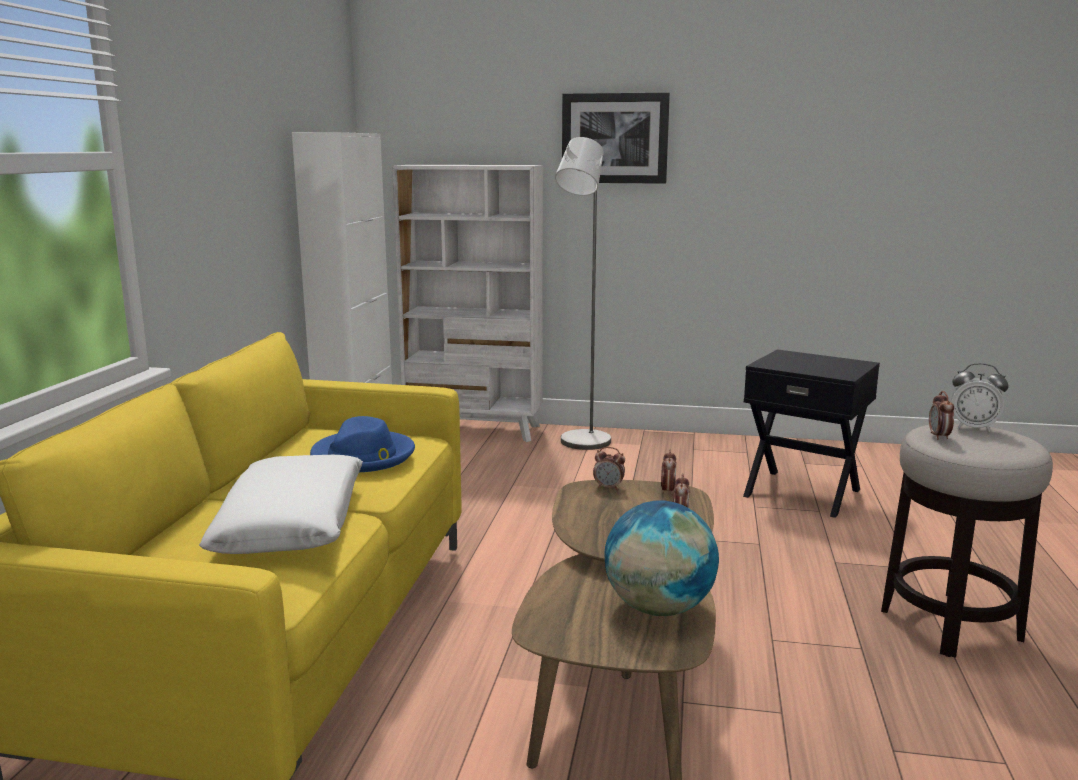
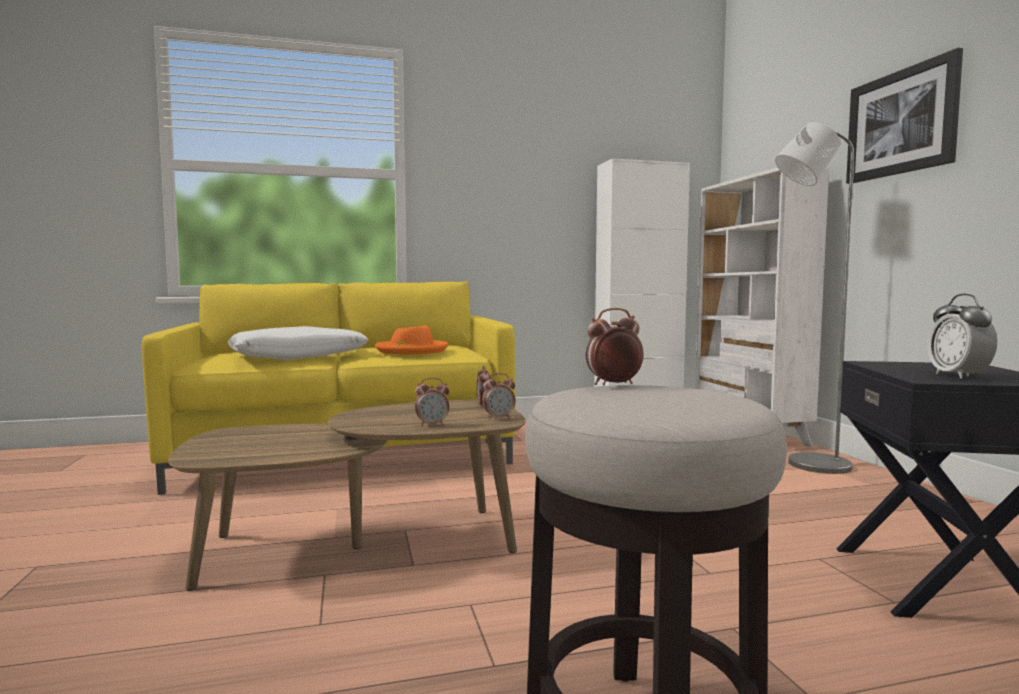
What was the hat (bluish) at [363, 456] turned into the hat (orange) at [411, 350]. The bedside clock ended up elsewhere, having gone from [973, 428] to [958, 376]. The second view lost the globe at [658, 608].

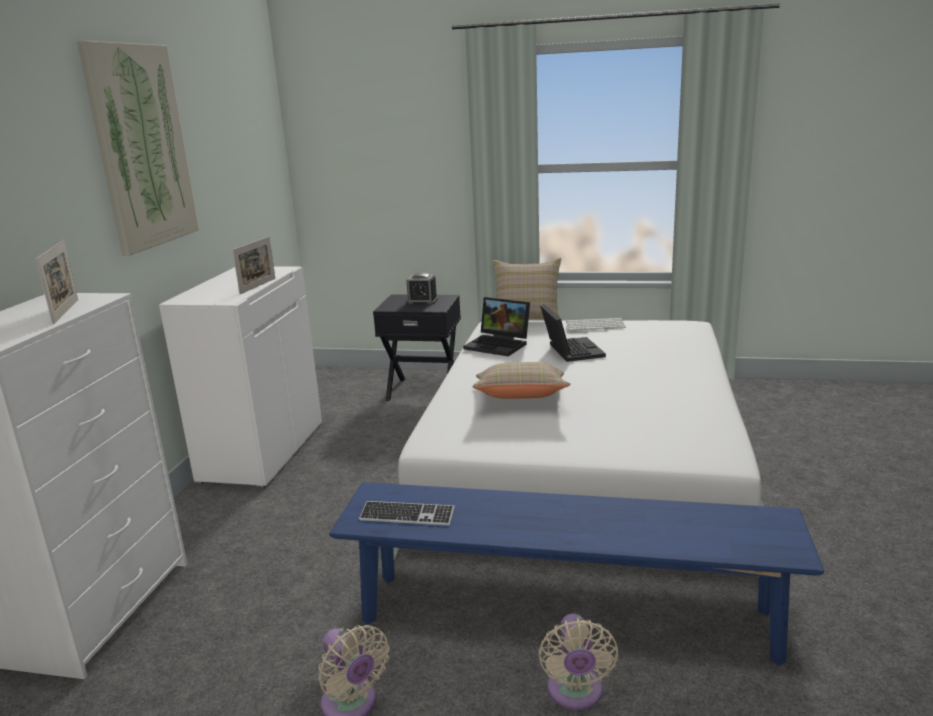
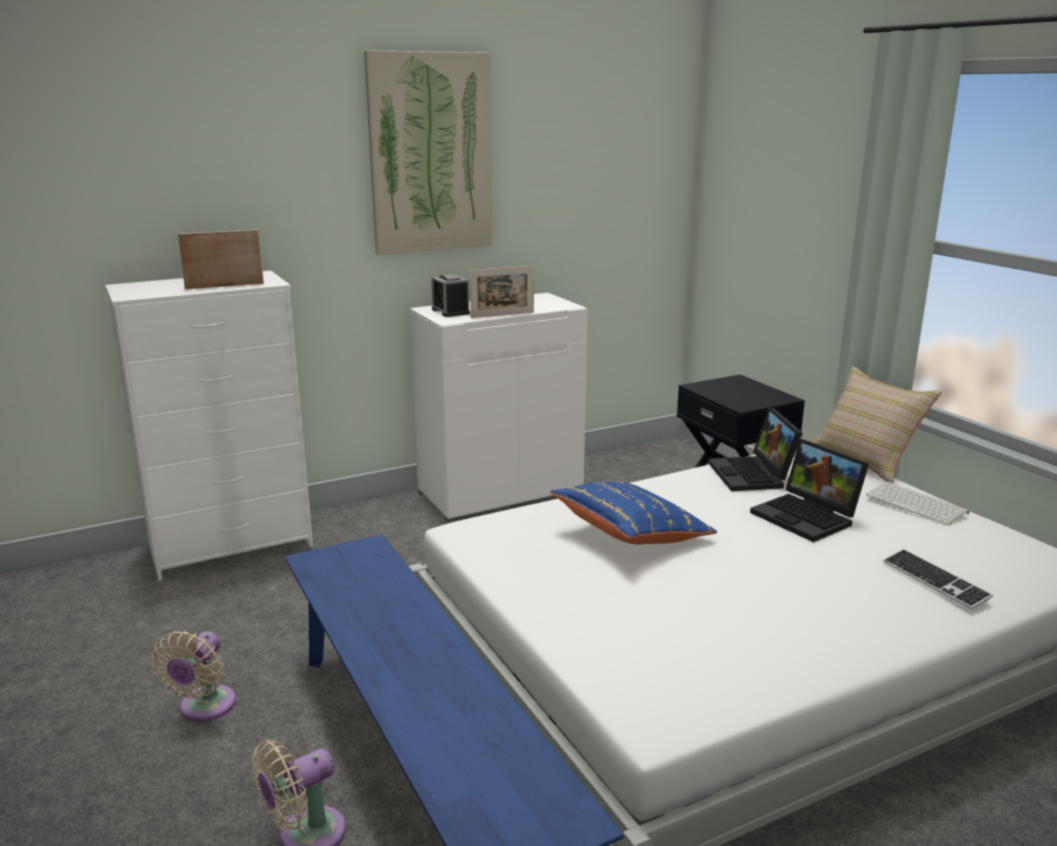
The photo frame at [66, 311] ended up facing another way, 150 degrees counterclockwise from before. The bedside clock ended up elsewhere, having gone from [422, 301] to [450, 311]. What was the cushion (beige) at [521, 398] turned into the cushion (bluish) at [630, 536]. The laptop at [570, 350] ended up facing another way, 105 degrees clockwise from before. The PC keyboard ended up elsewhere, having gone from [407, 515] to [935, 581].

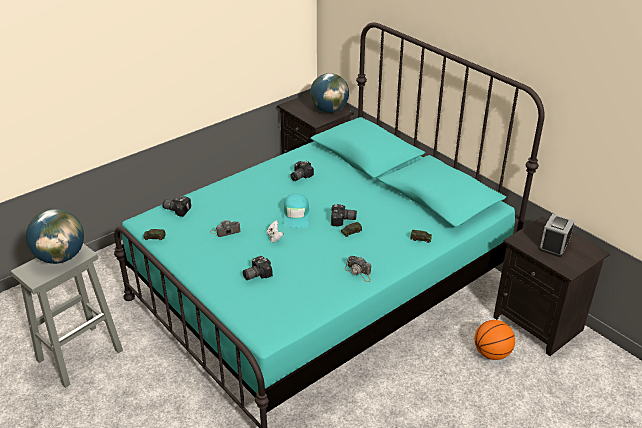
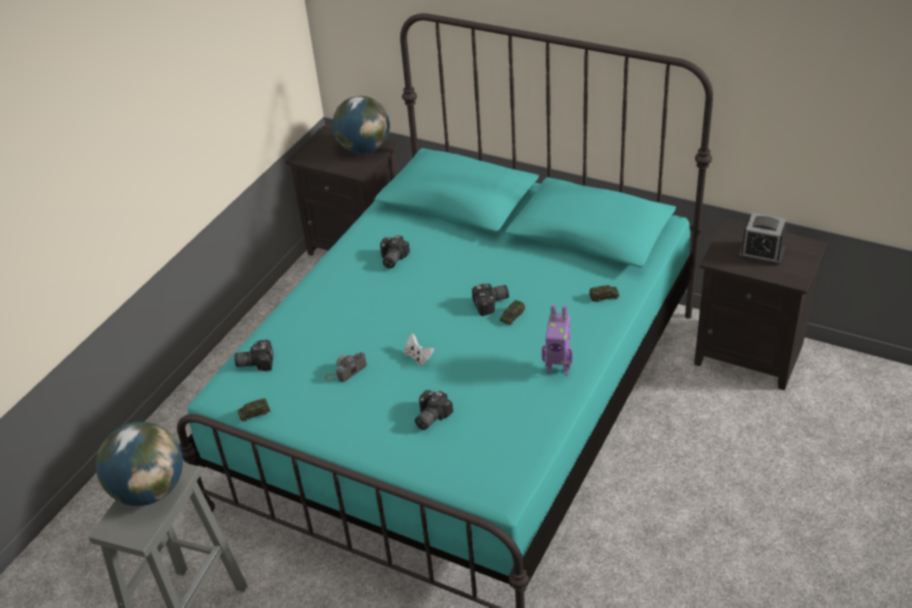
Where the still camera stood at [359, 272], the toy robot came to stand at [558, 368]. The bedside clock at [554, 245] ended up facing another way, 75 degrees counterclockwise from before. The second view lost the baseball cap (turquoise-coloured) at [296, 215]. The second view lost the basketball at [492, 353].

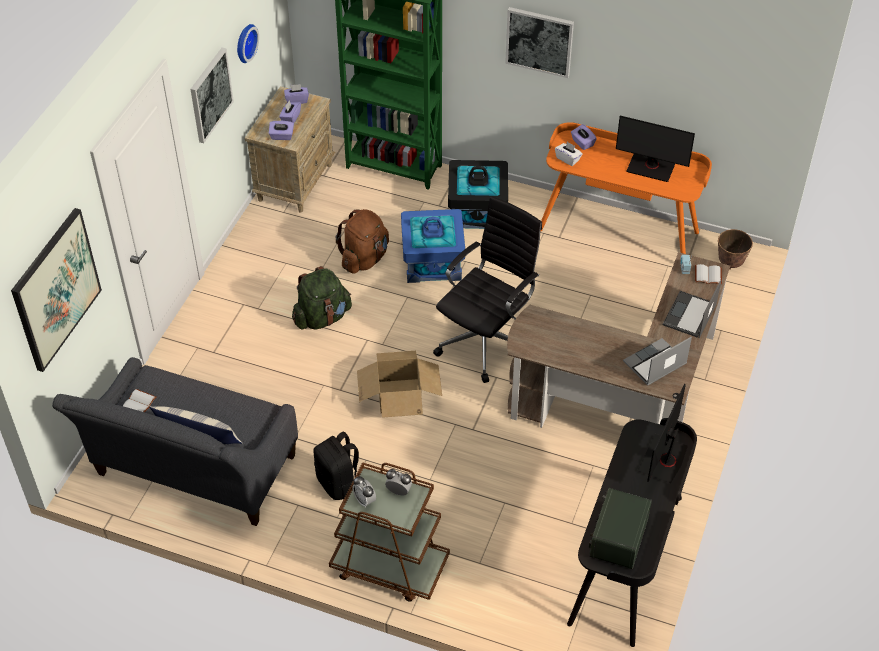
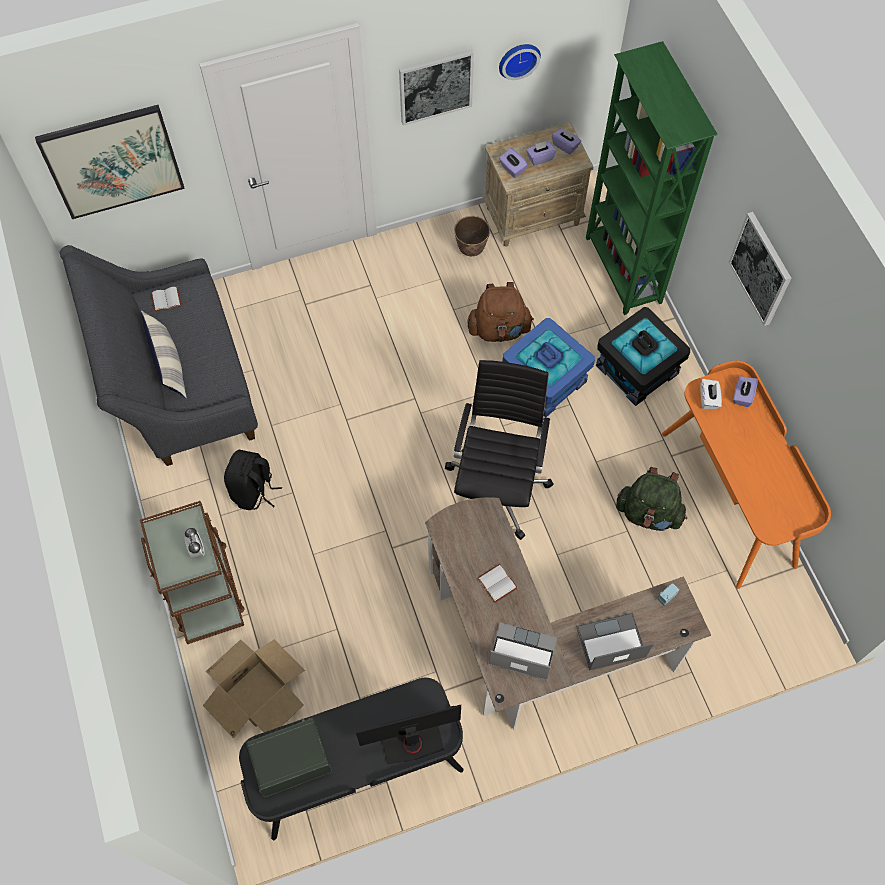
The cardboard box ended up elsewhere, having gone from [399, 396] to [257, 694]. The desk chair (blackish) at [487, 340] ended up facing another way, 75 degrees counterclockwise from before. The plant pot ended up elsewhere, having gone from [730, 263] to [471, 249]. The book (white) ended up elsewhere, having gone from [708, 274] to [498, 583]. The rucksack (green) ended up elsewhere, having gone from [322, 317] to [648, 513]. The second view lost the bedside clock at [364, 500]. The second view lost the monitor at [651, 167].

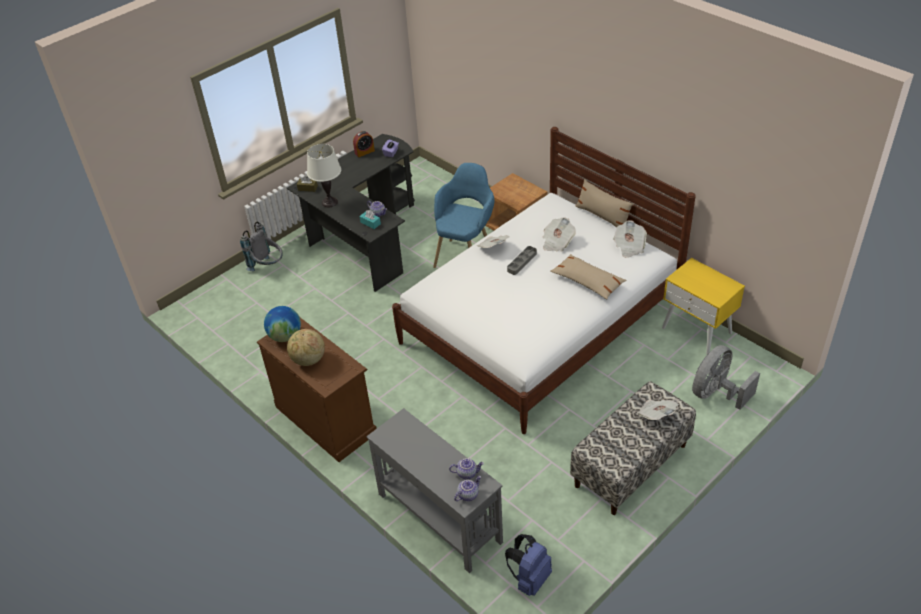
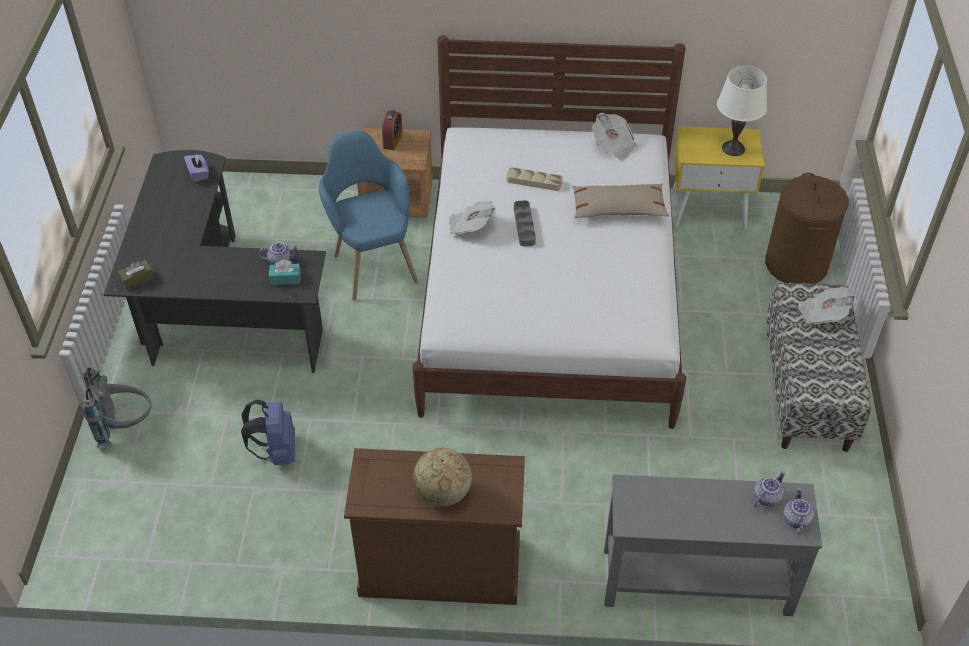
The rucksack (bluish) ended up elsewhere, having gone from [529, 579] to [276, 451]. The bedside clock ended up elsewhere, having gone from [364, 152] to [392, 140]. Where the newspaper stood at [557, 242], the serving tray (beige) came to stand at [534, 181]. The lamp for a table (white) ended up elsewhere, having gone from [329, 202] to [733, 148]. Where the cooling fan (gray) stood at [716, 393], the hamper (brown-coloured) came to stand at [796, 264]. The second view lost the globe at [285, 336]. The second view lost the cushion (beige) at [603, 217].

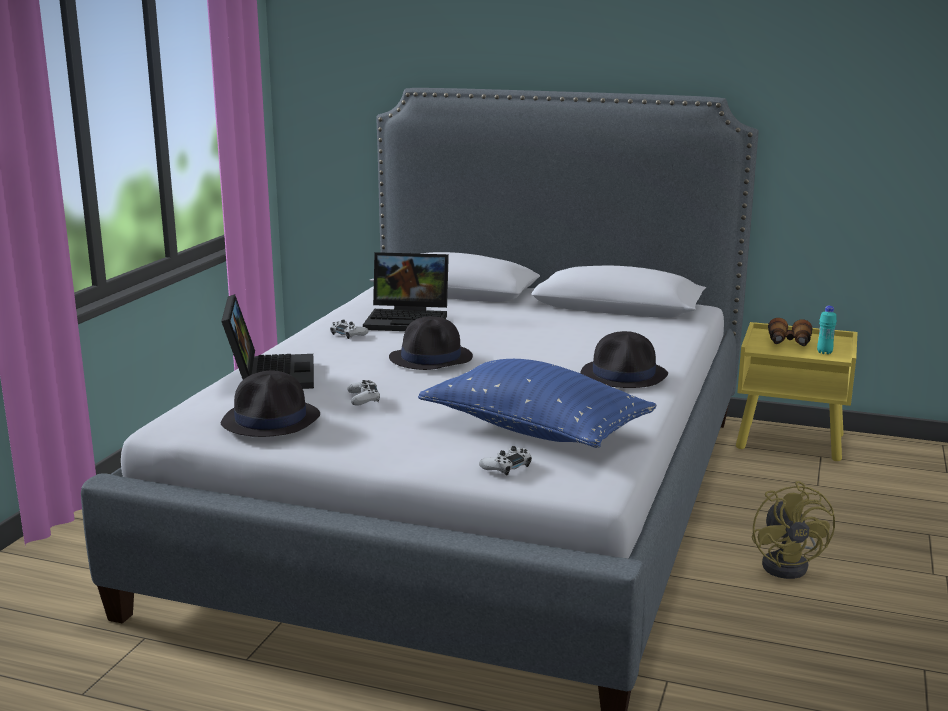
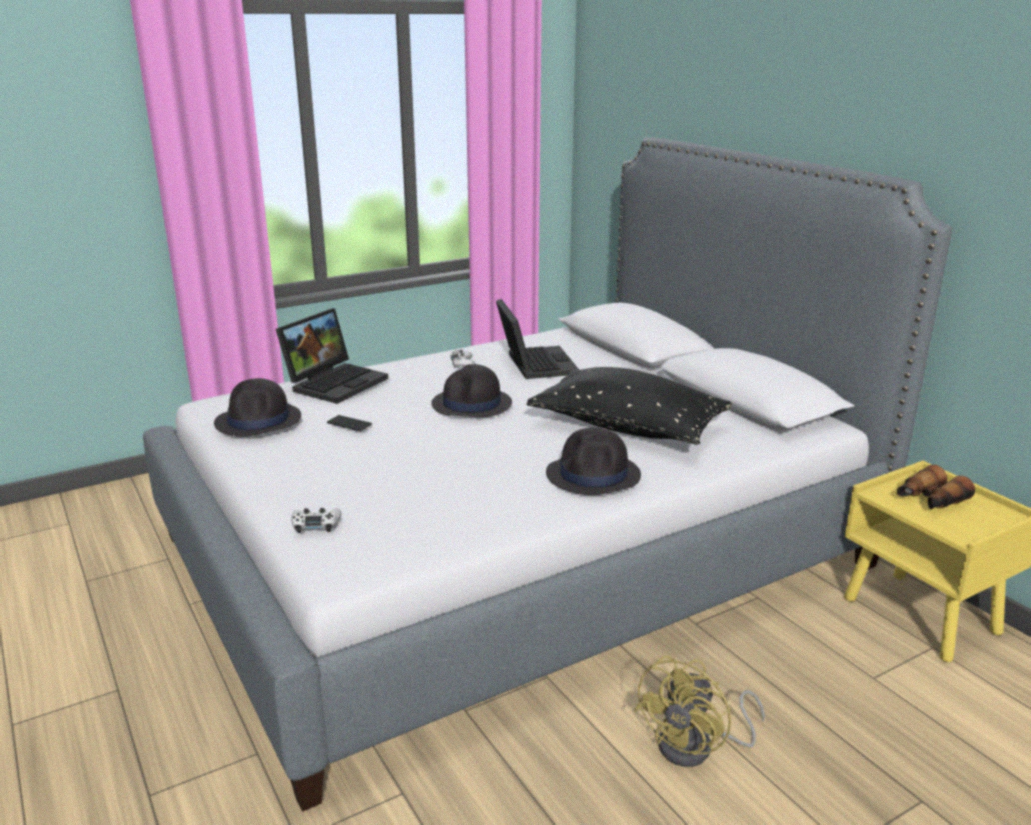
Where the gamepad (white) stood at [363, 398], the handset came to stand at [349, 424]. The laptop at [409, 320] ended up facing another way, 150 degrees counterclockwise from before. The second view gained the cushion (blackish) at [628, 428]. The second view lost the cushion (bluish) at [535, 430]. The second view lost the bottle (turquoise-coloured) at [824, 352].

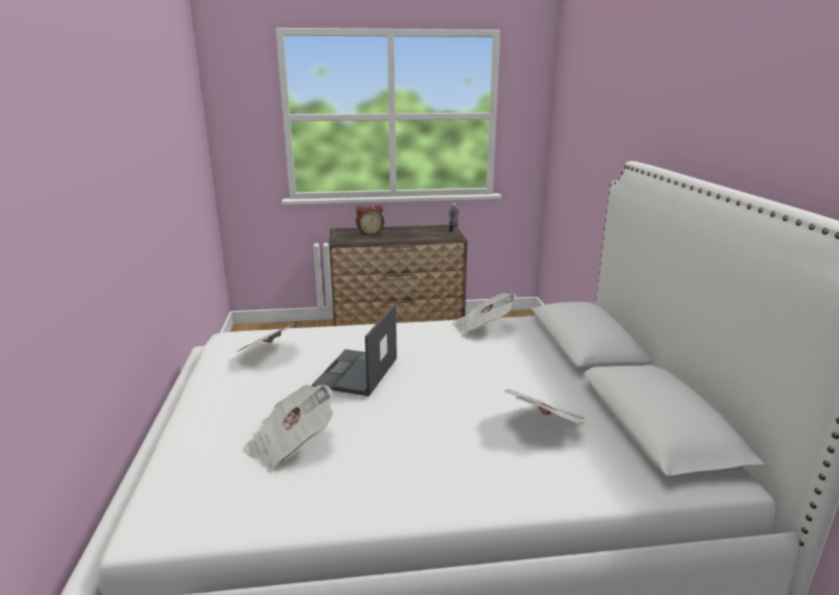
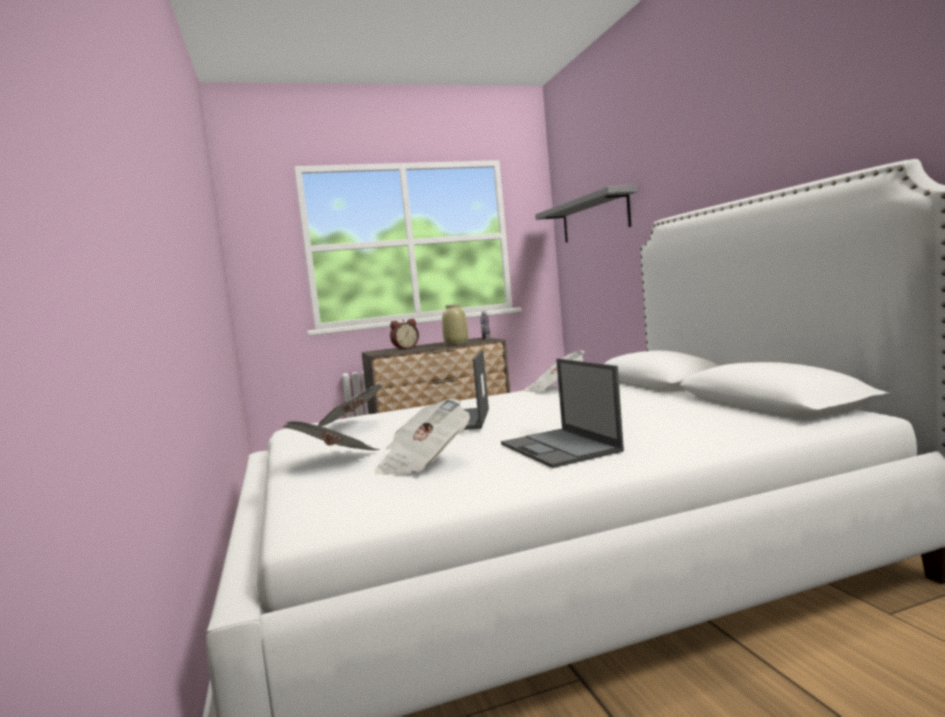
The newspaper ended up elsewhere, having gone from [546, 426] to [337, 461]. The second view gained the vase (beige) at [456, 344]. The second view gained the laptop at [560, 448]. The second view gained the wall shelf (gray) at [594, 218].

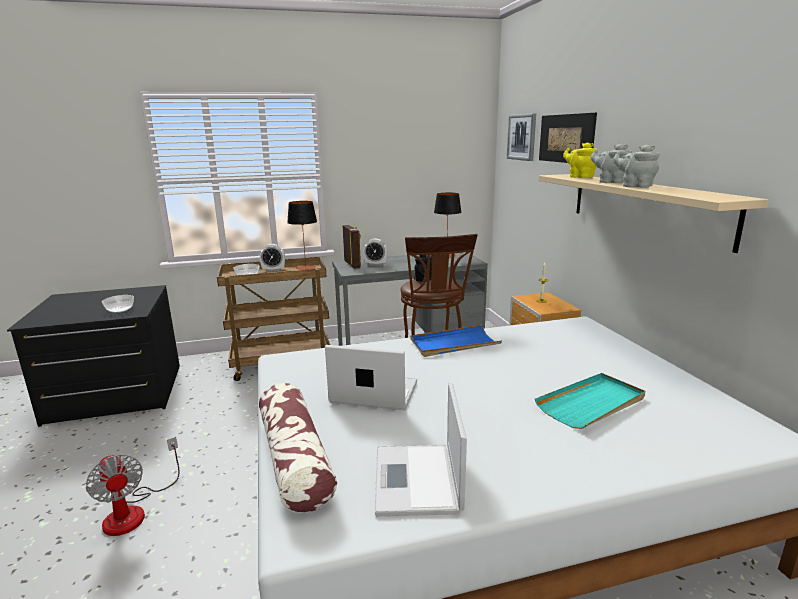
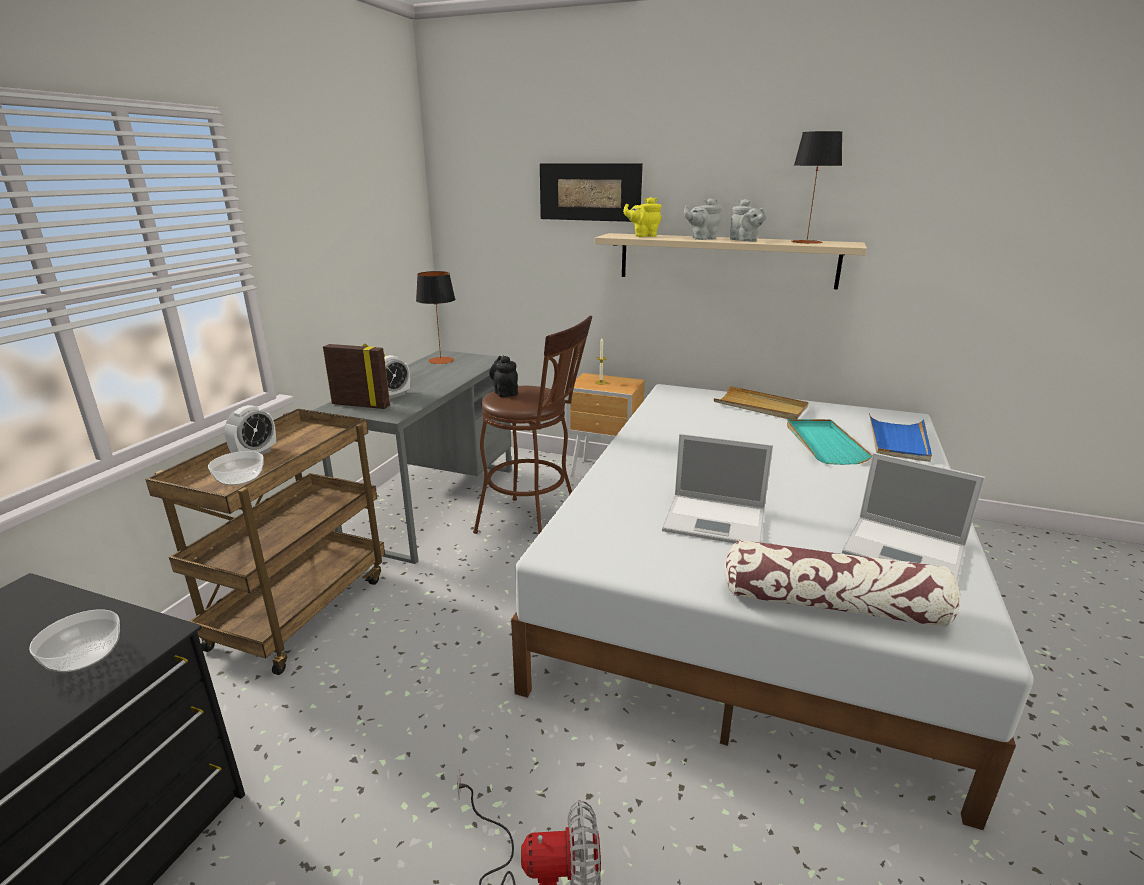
The laptop at [372, 392] ended up facing another way, 120 degrees counterclockwise from before. The second view gained the serving tray (beige) at [760, 407]. The teapot (gray) at [634, 186] ended up facing another way, 105 degrees counterclockwise from before. The lamp for a table ended up elsewhere, having gone from [305, 268] to [806, 242]. The serving tray (bluish) ended up elsewhere, having gone from [454, 344] to [898, 441]. The second view lost the wall picture at [522, 137].

